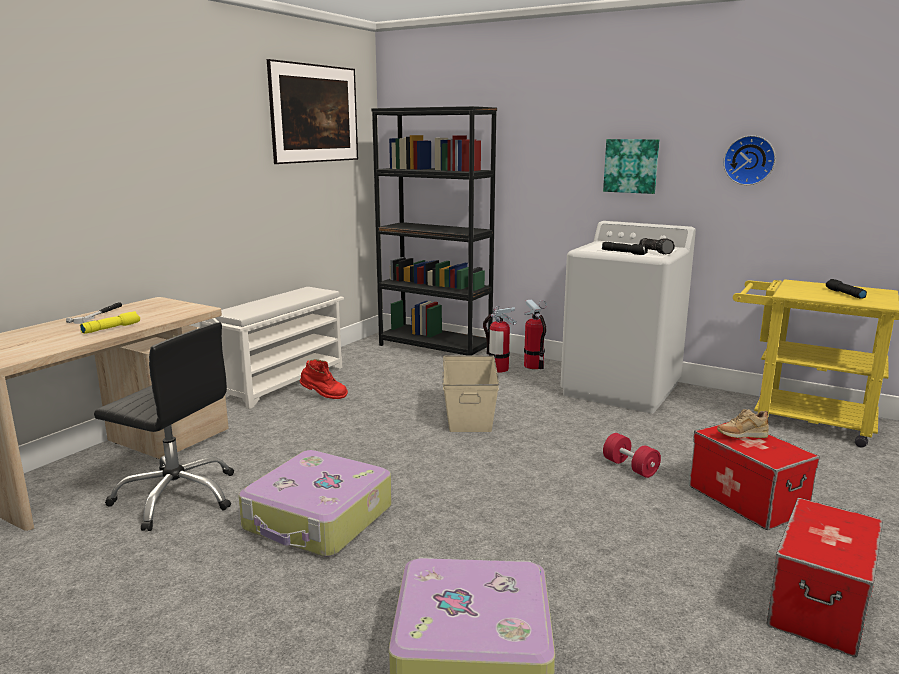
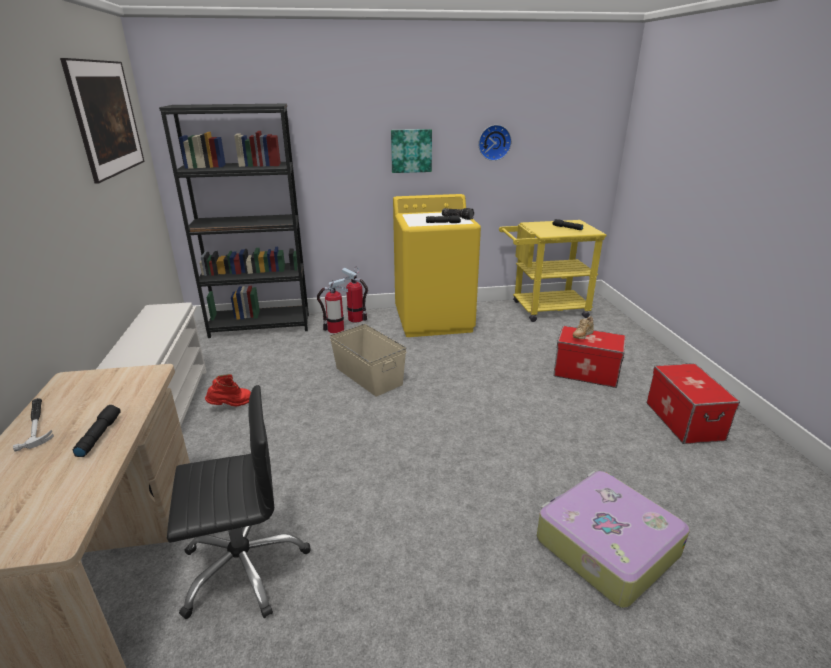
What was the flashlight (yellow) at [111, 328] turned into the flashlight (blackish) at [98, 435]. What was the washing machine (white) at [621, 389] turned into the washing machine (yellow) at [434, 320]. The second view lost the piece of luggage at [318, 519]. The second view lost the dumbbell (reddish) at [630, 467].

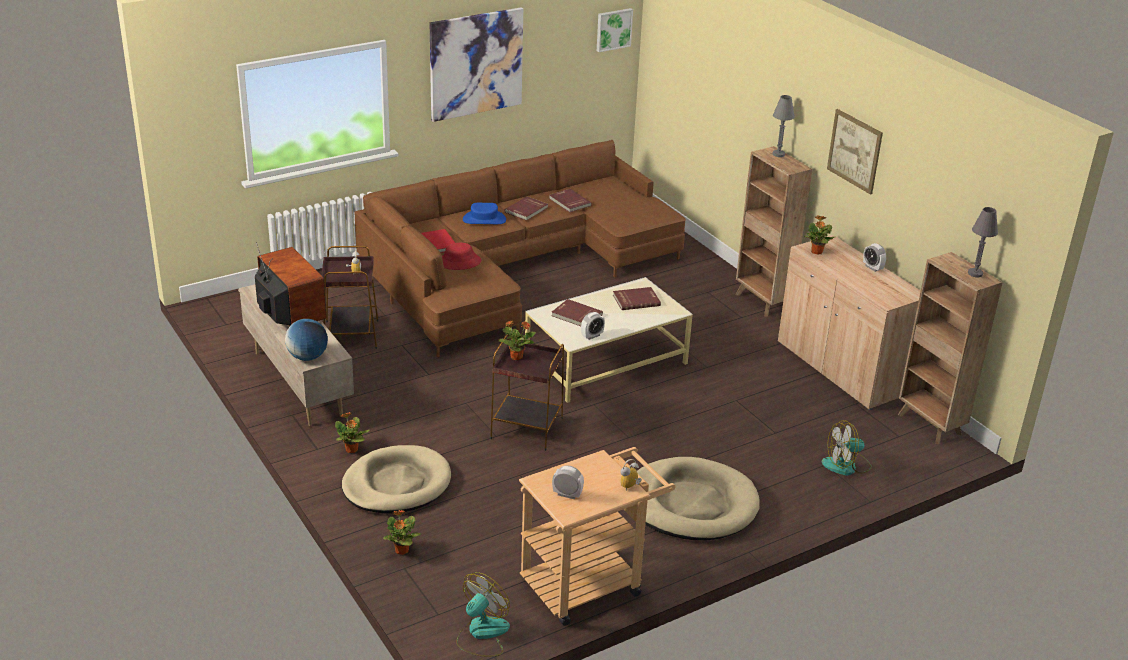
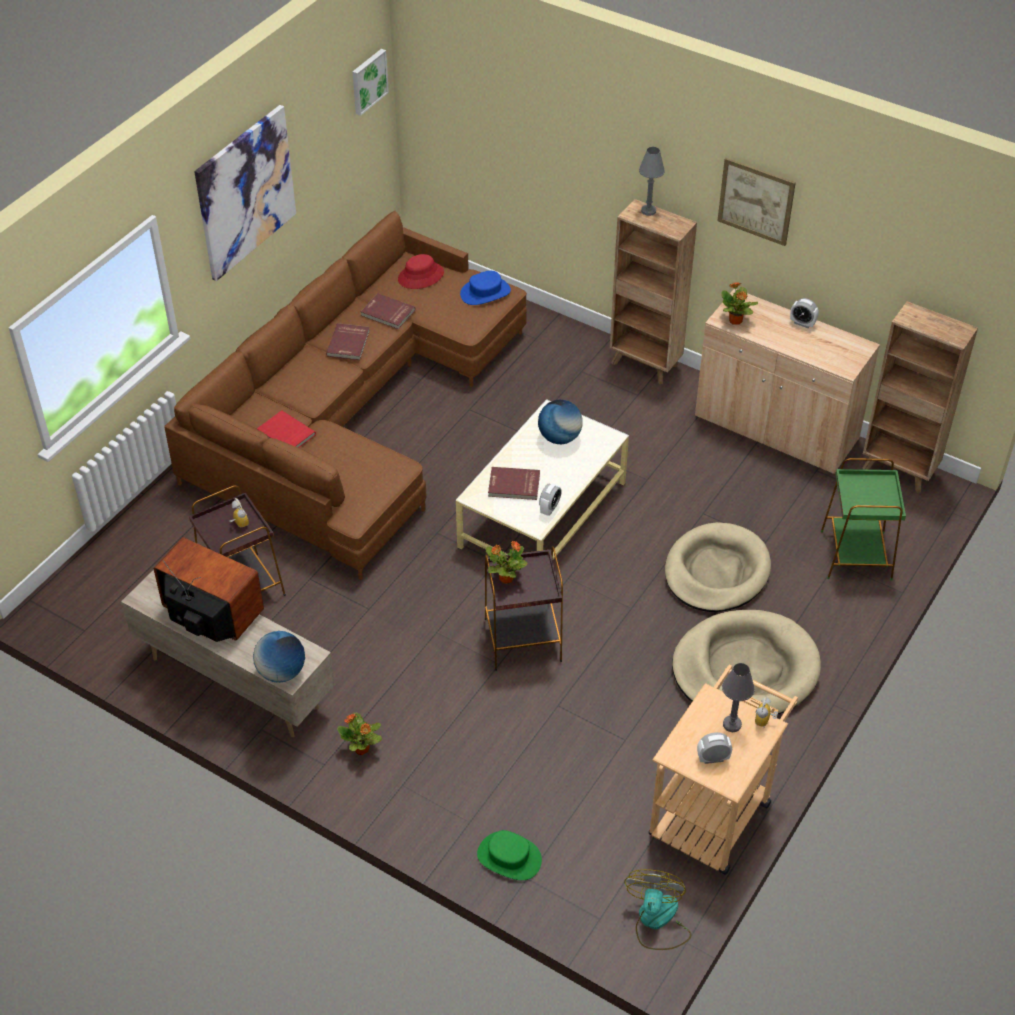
The hat (reddish) ended up elsewhere, having gone from [459, 262] to [421, 276]. The hat (bluish) ended up elsewhere, having gone from [484, 219] to [485, 293]. Where the potted plant stood at [401, 551], the hat (green) came to stand at [509, 857]. Where the book (reddish) stood at [636, 300], the globe came to stand at [559, 437]. The dog cushion (beige) ended up elsewhere, having gone from [396, 484] to [716, 571]. The lamp for a table (gray) ended up elsewhere, having gone from [975, 273] to [732, 724]. Where the cooling fan stood at [846, 465], the accent table (green) came to stand at [855, 556].

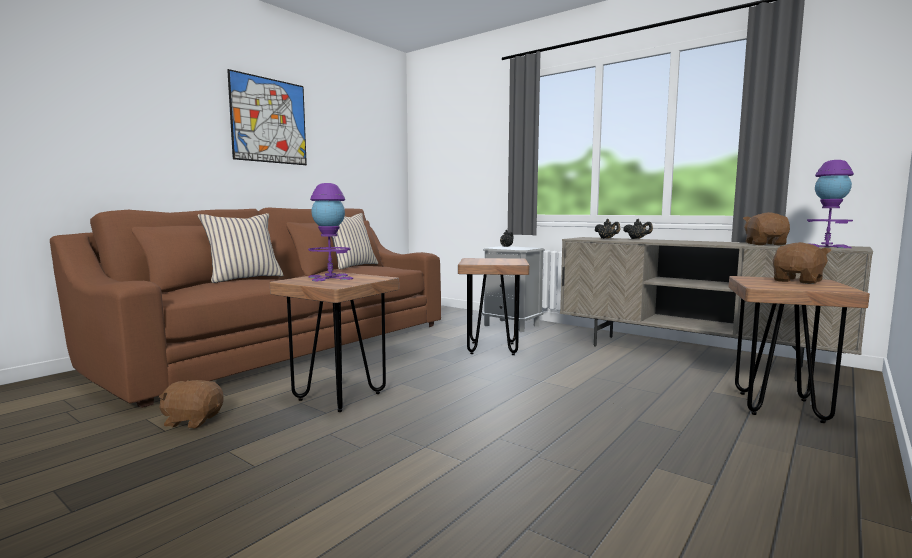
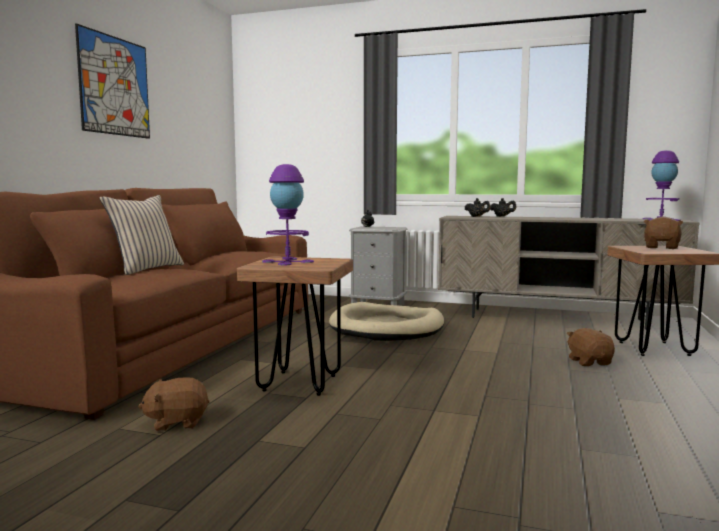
Where the stool (brown-coloured) stood at [492, 348], the dog cushion (beige) came to stand at [387, 328]. The cuddly toy (brown-coloured) ended up elsewhere, having gone from [765, 244] to [589, 362]. The second view lost the cushion (beige) at [352, 266].

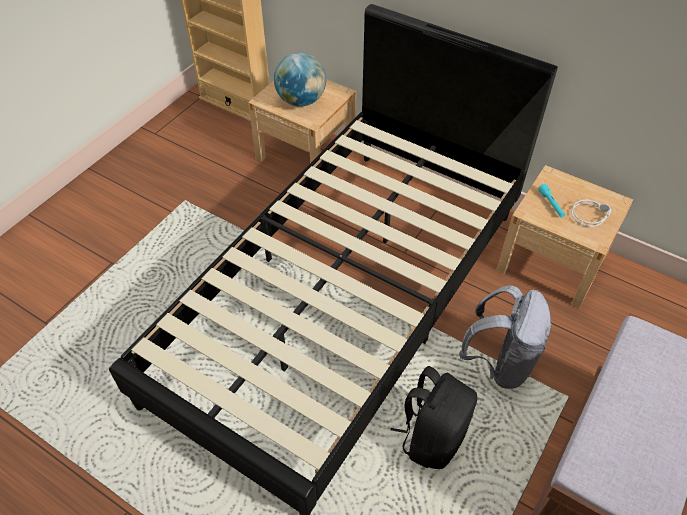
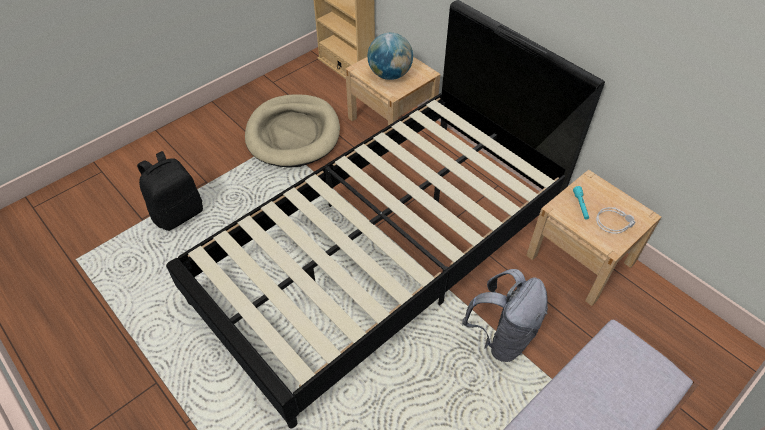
The rucksack (blackish) ended up elsewhere, having gone from [432, 437] to [178, 213]. The second view gained the dog cushion (beige) at [293, 134].

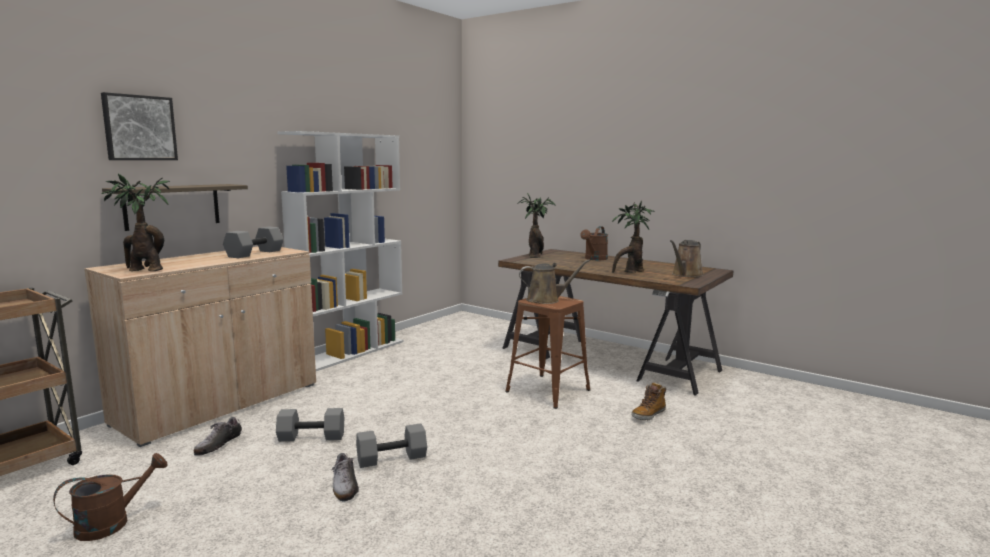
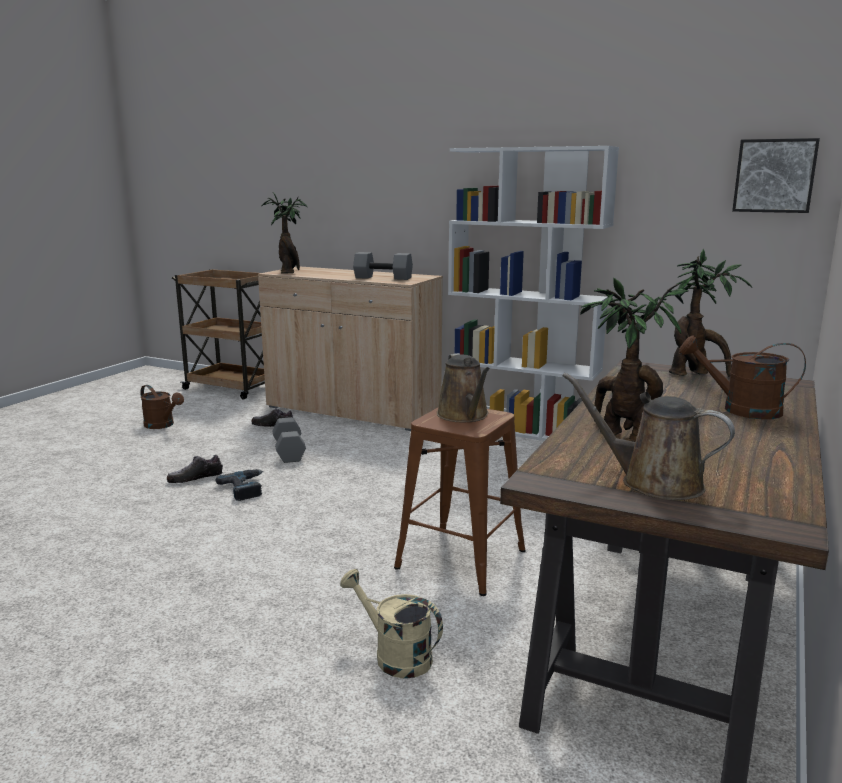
Where the dumbbell (gray) stood at [392, 458], the power drill came to stand at [246, 488]. Where the tall boot stood at [648, 415], the sprinkling can (beige) came to stand at [394, 655]. The wall picture ended up elsewhere, having gone from [139, 128] to [774, 176]. The second view lost the wall shelf at [172, 206].

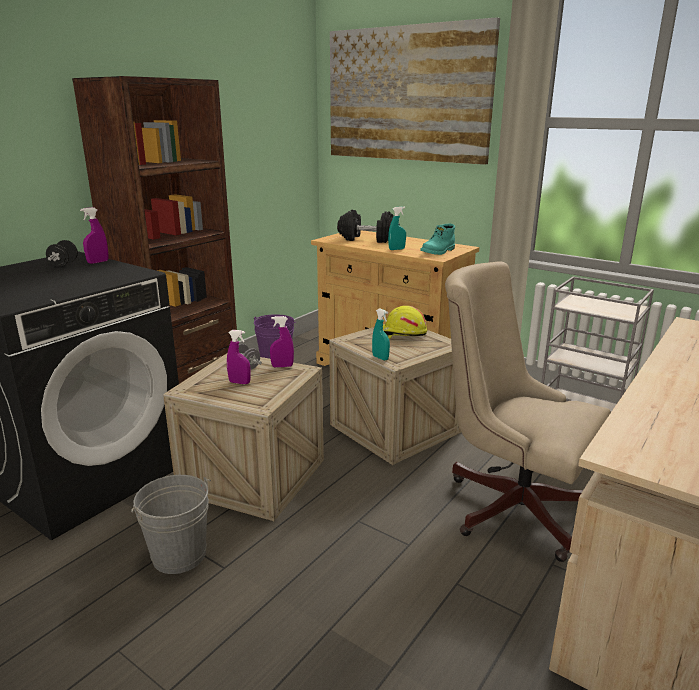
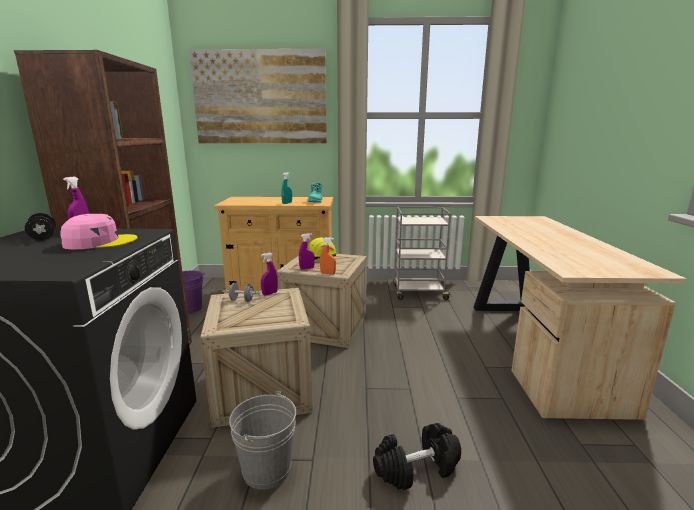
The second view gained the baseball cap (pink) at [100, 242]. The sprayer (purplish) ended up elsewhere, having gone from [239, 382] to [307, 268]. What was the sprayer (turquoise-coloured) at [380, 358] turned into the sprayer (orange) at [328, 273]. The dumbbell (blackish) ended up elsewhere, having gone from [368, 239] to [416, 469]. The second view lost the desk chair (beige) at [510, 504].

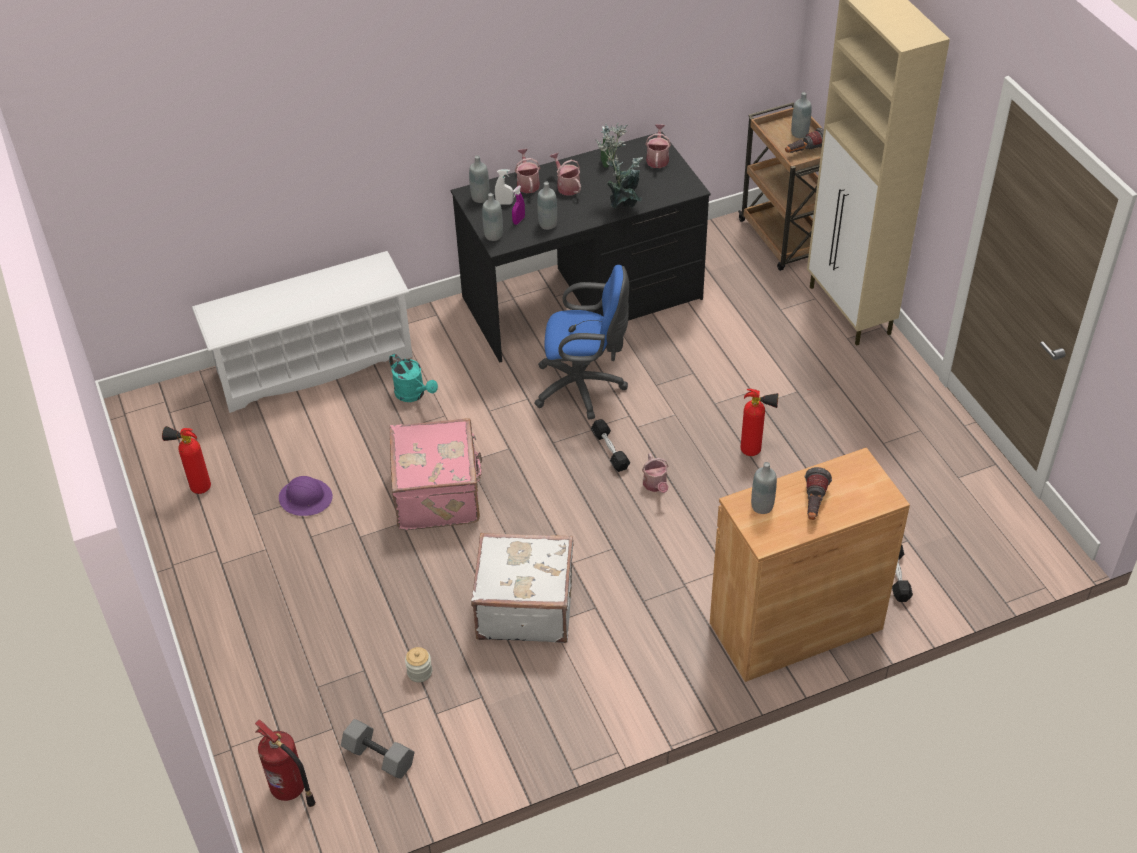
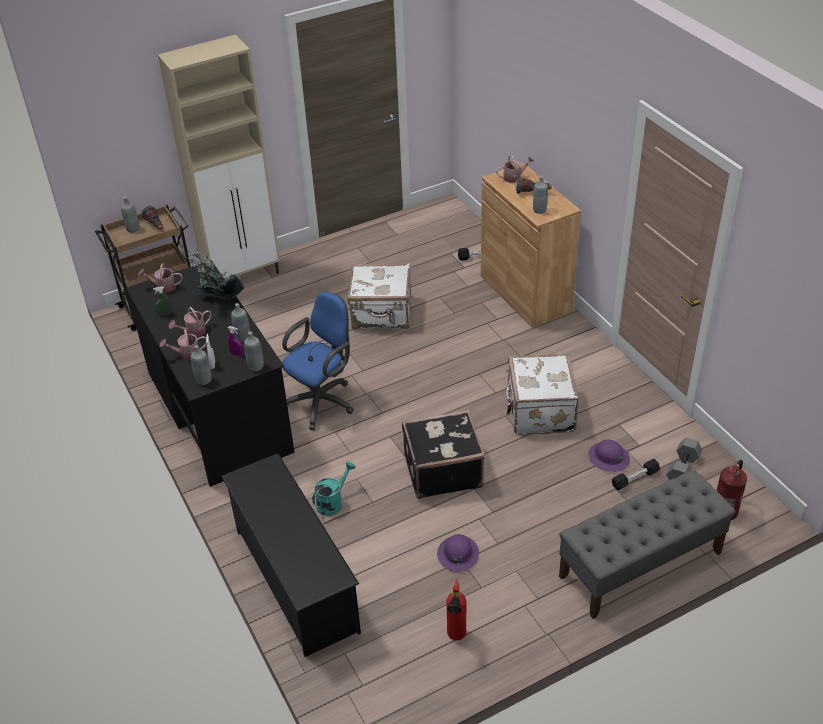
What was the shoe rack (white) at [313, 364] turned into the shoe rack (blackish) at [295, 579]. The desk chair (bluish) at [584, 387] ended up facing another way, 45 degrees clockwise from before. Where the fire extinguisher stood at [755, 451], the piece of luggage (white) came to stand at [382, 314]. What was the piece of luggage (pink) at [439, 494] turned into the piece of luggage (blackish) at [442, 470]. The sprinkling can ended up elsewhere, having gone from [655, 485] to [514, 177]. The second view gained the long seat (gray) at [640, 565]. Where the storage jar stood at [419, 672], the hard hat (purplish) came to stand at [608, 458]. The dumbbell (blackish) ended up elsewhere, having gone from [610, 450] to [635, 478].

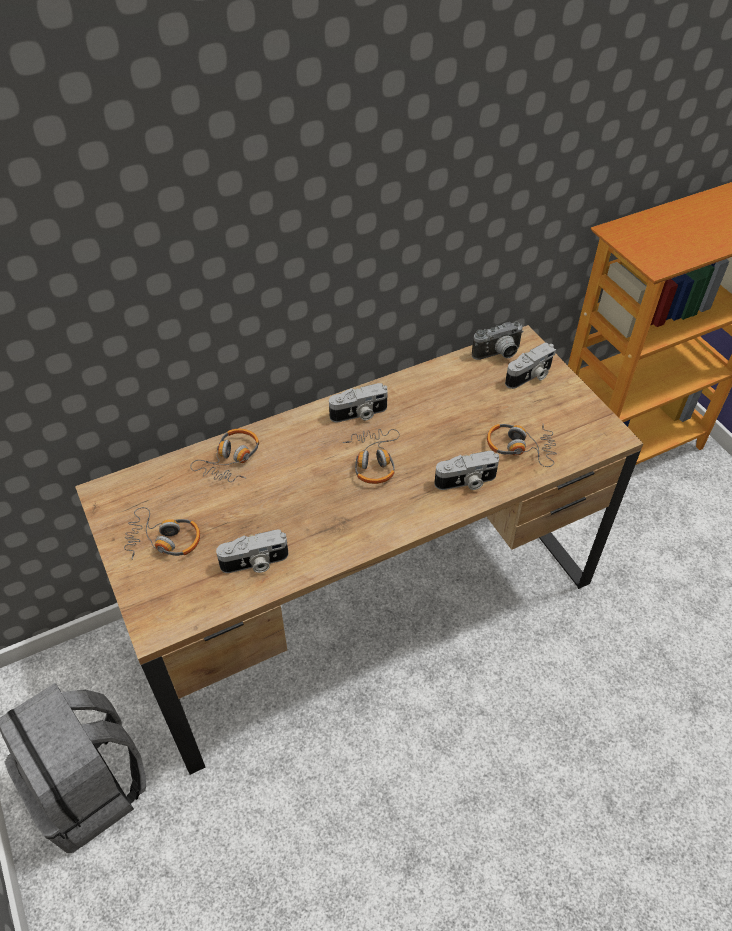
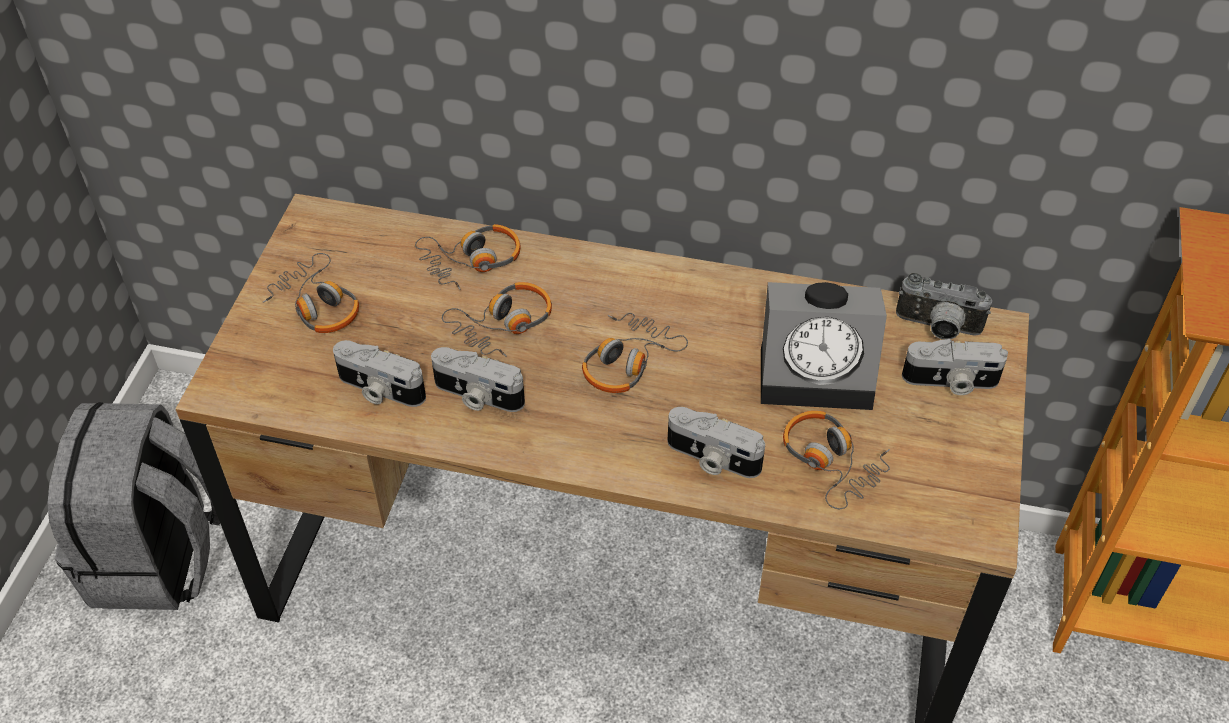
The still camera ended up elsewhere, having gone from [359, 414] to [477, 396]. The second view gained the headphones at [503, 325]. The second view gained the bedside clock at [819, 373].

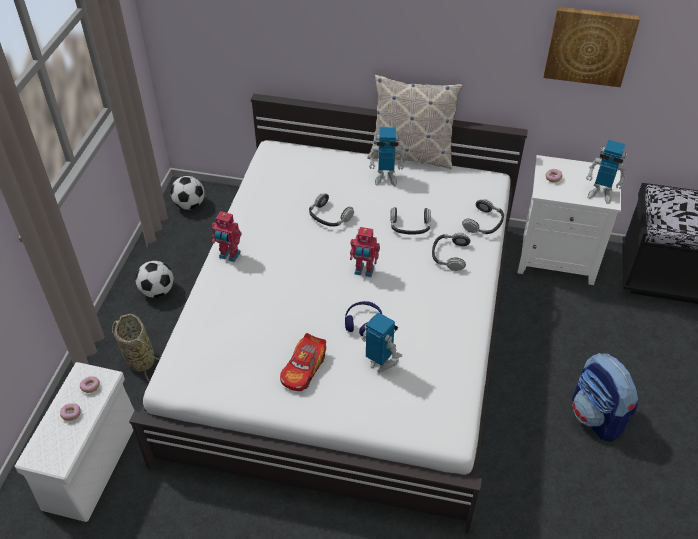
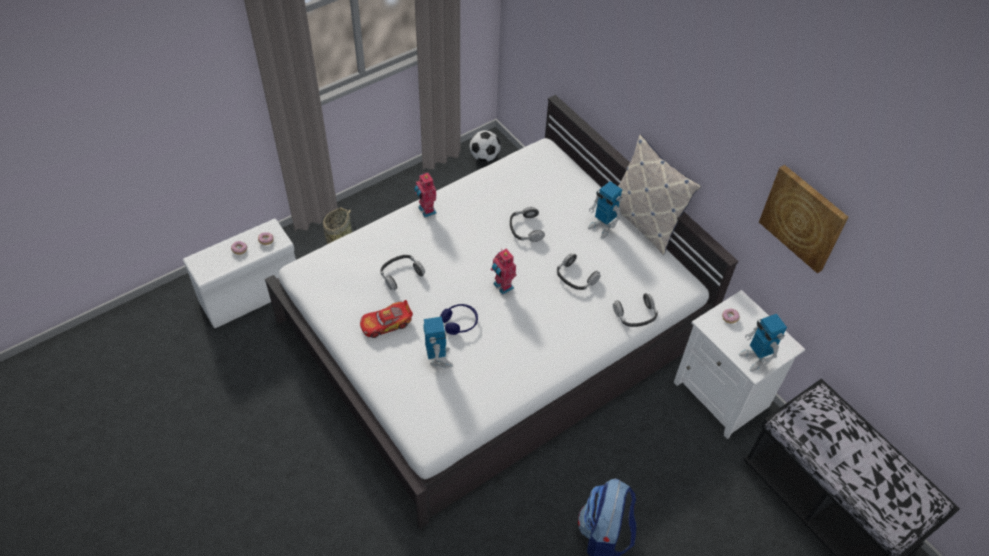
The headphones ended up elsewhere, having gone from [449, 255] to [401, 274]. The second view lost the football at [157, 291].

